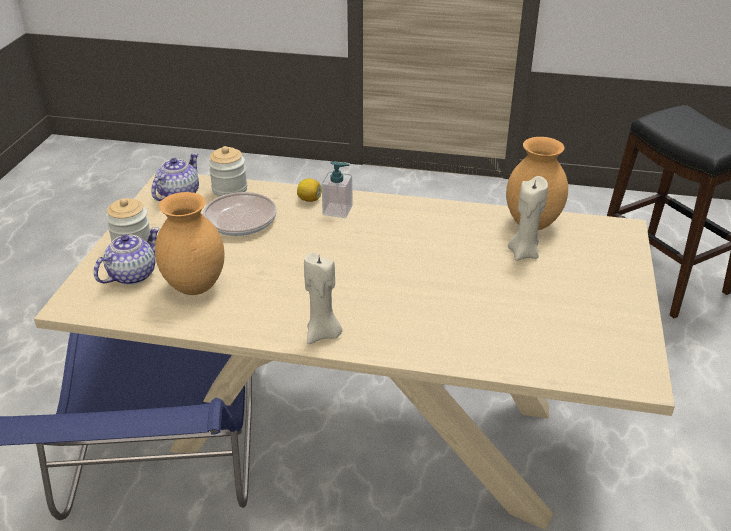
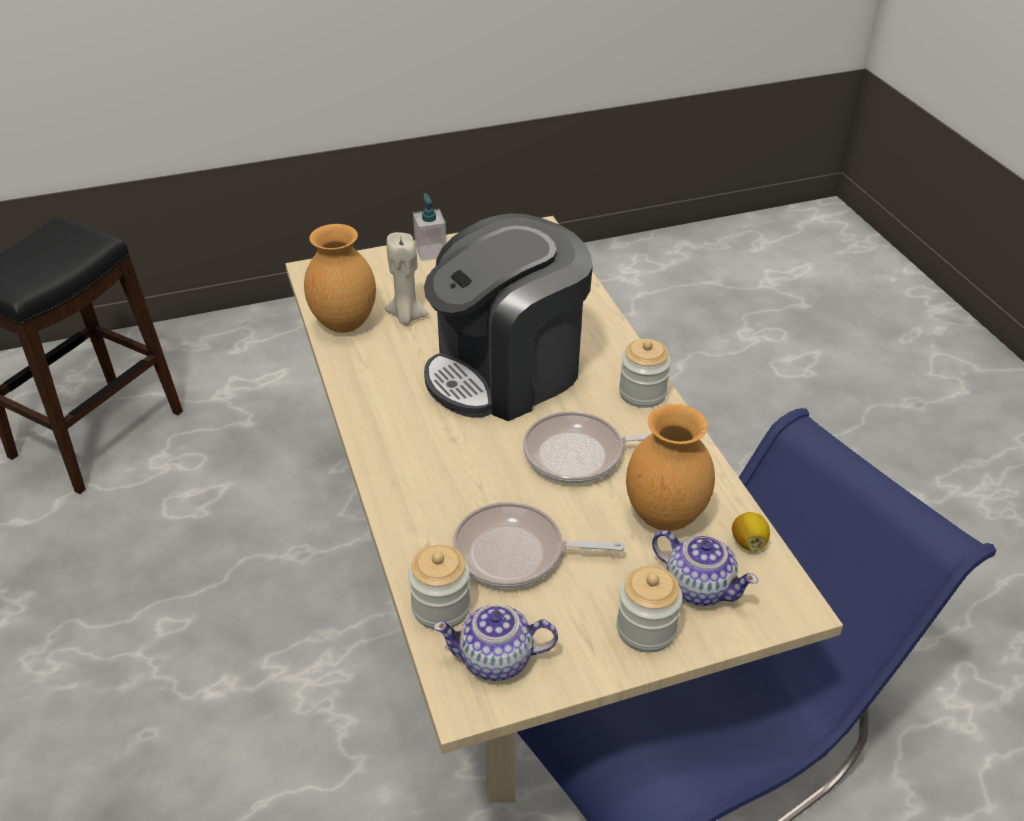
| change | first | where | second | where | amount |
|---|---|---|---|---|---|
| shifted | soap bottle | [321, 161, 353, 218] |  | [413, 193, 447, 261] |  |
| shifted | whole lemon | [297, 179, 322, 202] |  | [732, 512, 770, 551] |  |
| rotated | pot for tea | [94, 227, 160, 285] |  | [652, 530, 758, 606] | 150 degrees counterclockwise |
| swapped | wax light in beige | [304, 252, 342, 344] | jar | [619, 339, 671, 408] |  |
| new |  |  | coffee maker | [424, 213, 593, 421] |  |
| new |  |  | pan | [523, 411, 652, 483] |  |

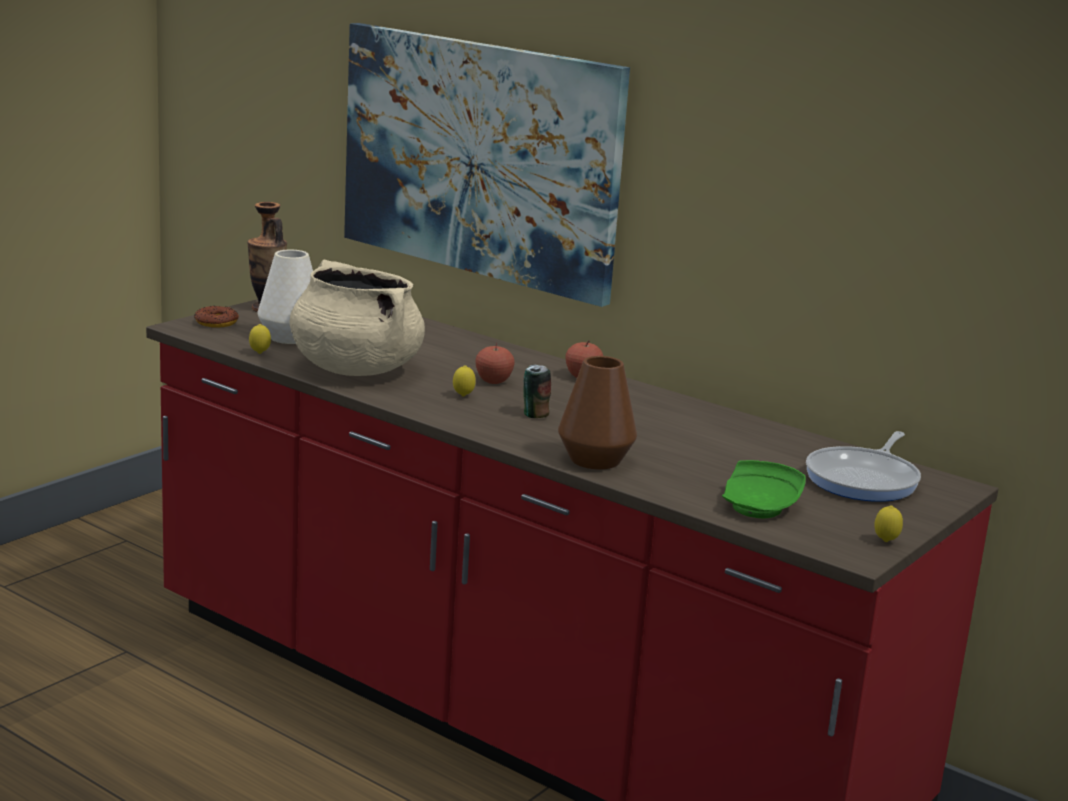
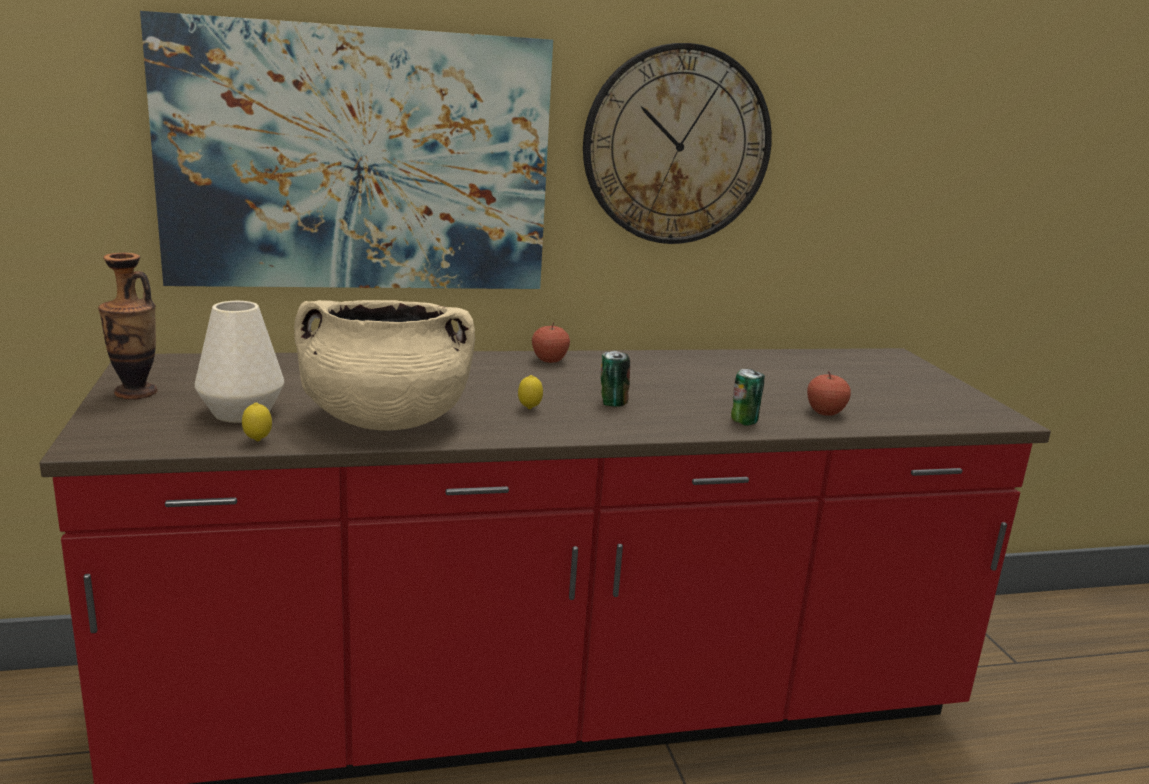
| change | first | where | second | where | amount |
|---|---|---|---|---|---|
| gone | donut | [194, 306, 239, 328] |  |  |  |
| shifted | apple | [475, 343, 514, 384] |  | [807, 371, 851, 416] |  |
| swapped | vase in brownish | [558, 356, 637, 470] | metal can | [731, 369, 765, 426] |  |
| gone | pan | [806, 431, 921, 502] |  |  |  |
| gone | flat dish in green-coloured | [722, 460, 806, 518] |  |  |  |
| gone | whole lemon | [874, 505, 903, 542] |  |  |  |
| new |  |  | wall clock | [583, 43, 772, 244] |  |

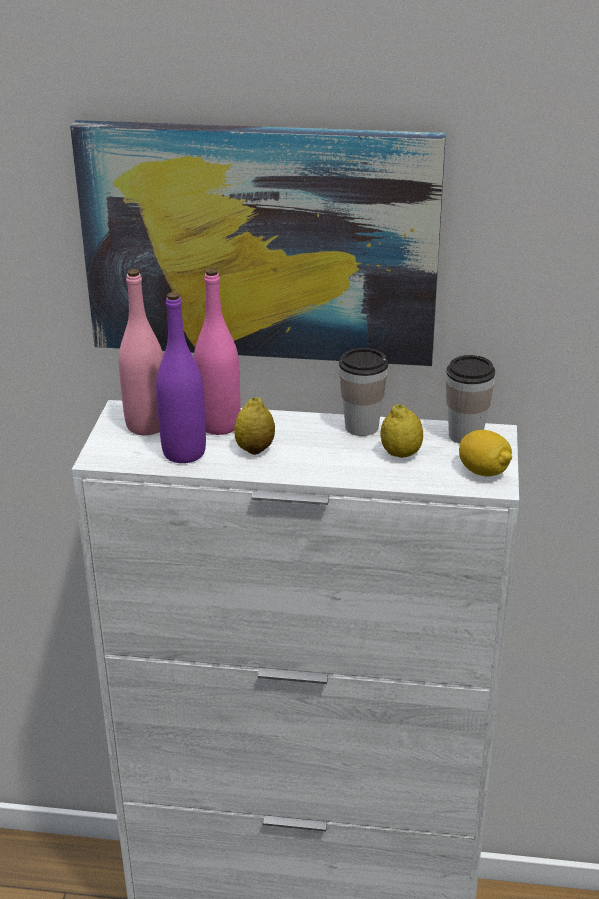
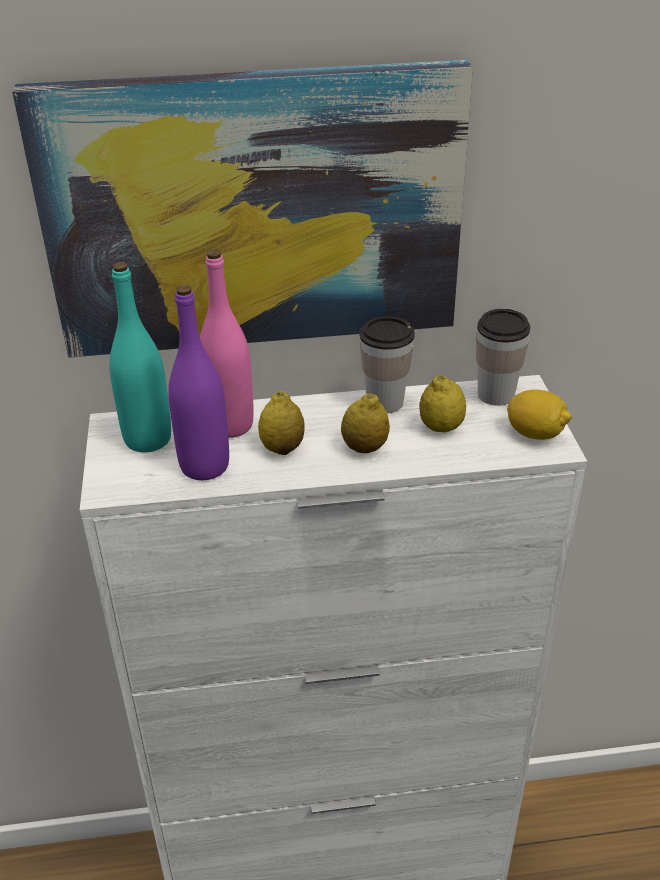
| change | first | where | second | where | amount |
|---|---|---|---|---|---|
| repainted | drink bottle in pink-coloured | [119, 269, 163, 435] | drink bottle in turquoise-coloured | [109, 262, 171, 452] |  |
| new |  |  | whole lemon | [341, 393, 390, 454] |  |

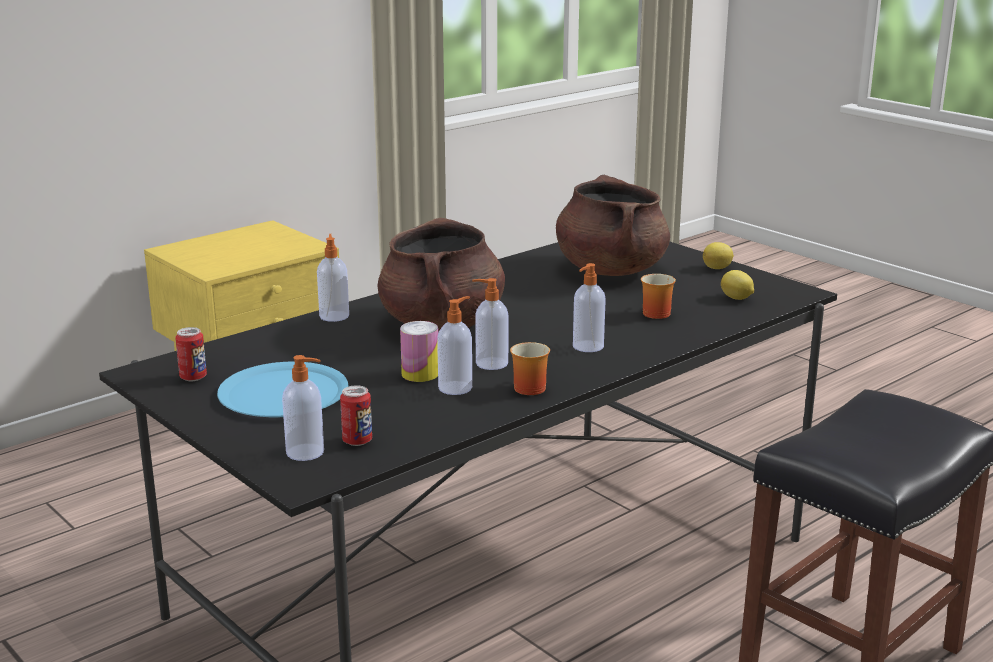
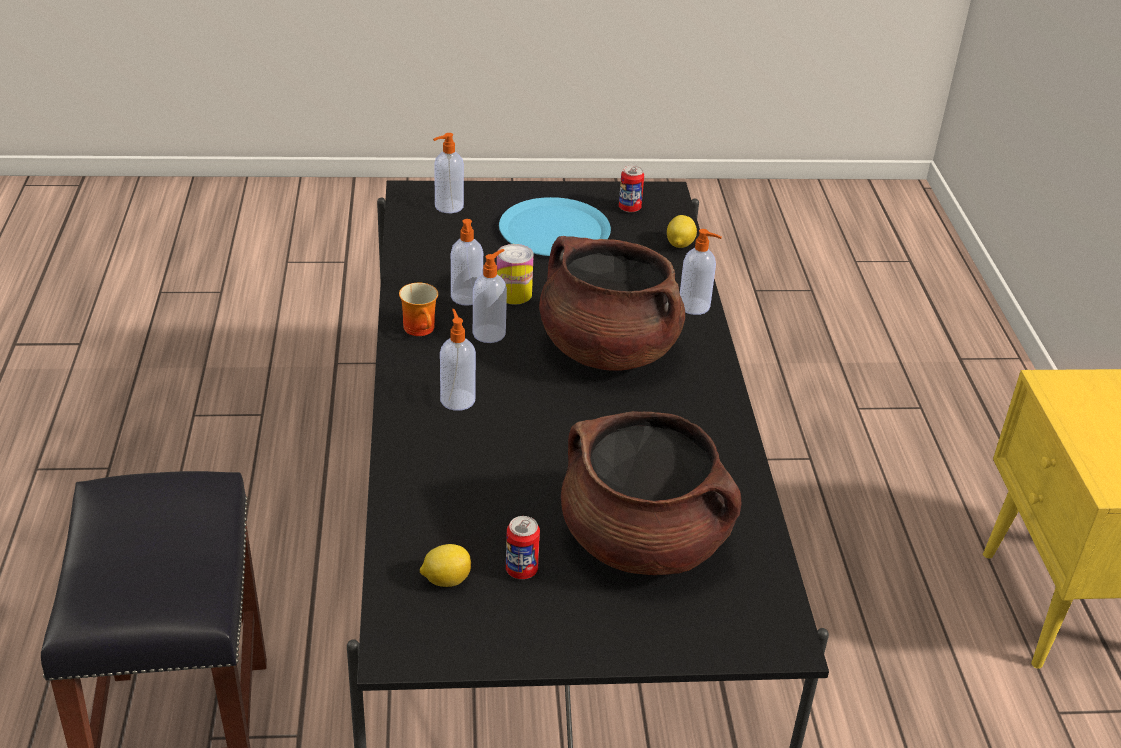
| change | first | where | second | where | amount |
|---|---|---|---|---|---|
| shifted | whole lemon | [703, 242, 734, 269] |  | [667, 215, 697, 248] |  |
| gone | mug | [641, 274, 676, 319] |  |  |  |
| shifted | metal can | [340, 385, 372, 446] |  | [506, 516, 540, 579] |  |

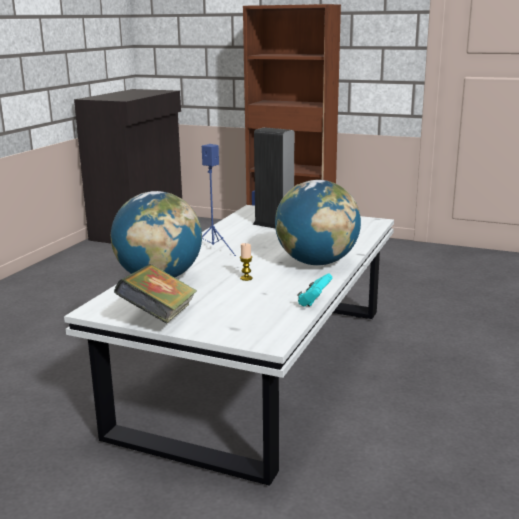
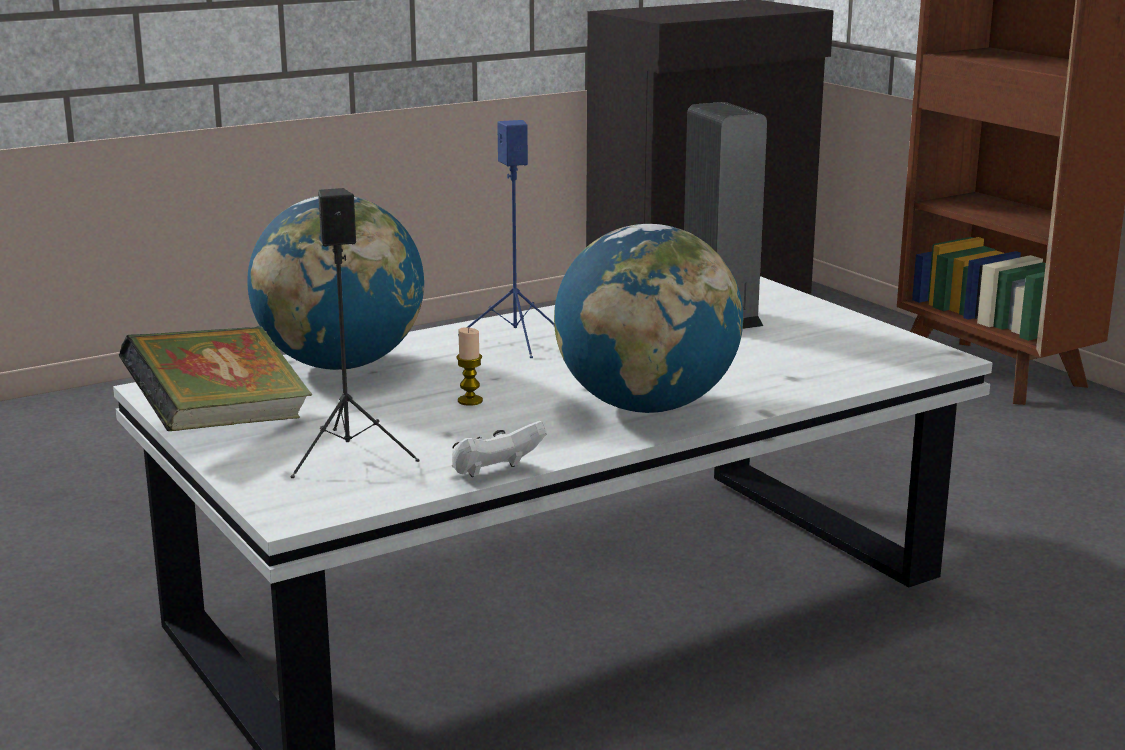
| change | first | where | second | where | amount |
|---|---|---|---|---|---|
| repainted | game controller in turquoise-coloured | [297, 274, 333, 306] | game controller in whitish | [452, 421, 547, 477] |  |
| new |  |  | audio speaker in blackish | [291, 188, 420, 478] |  |

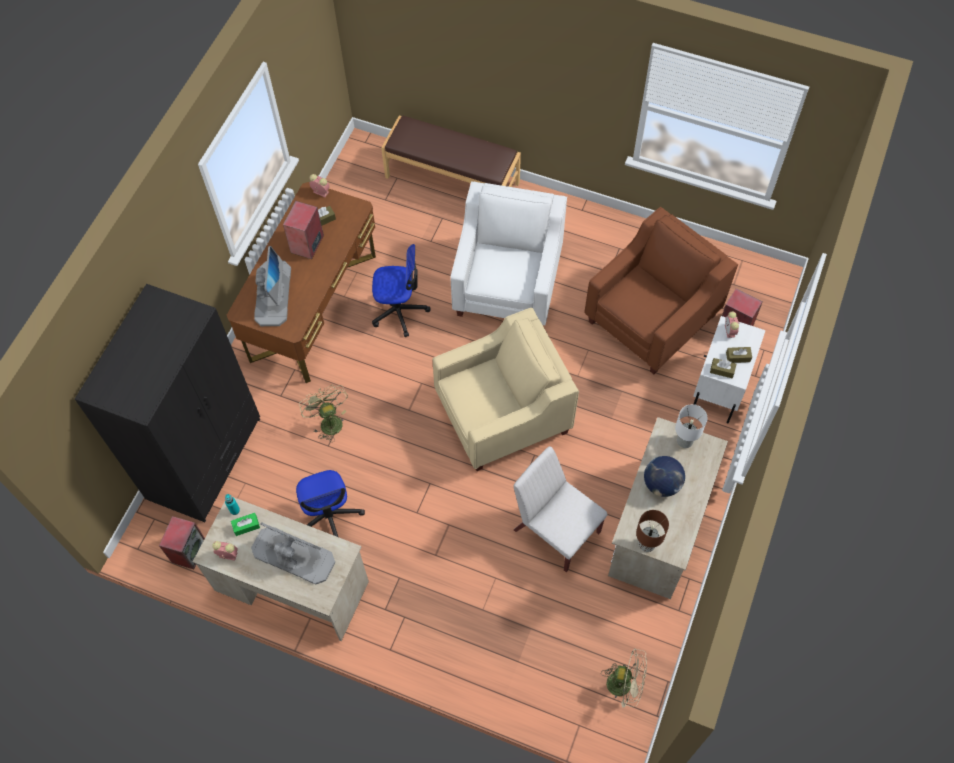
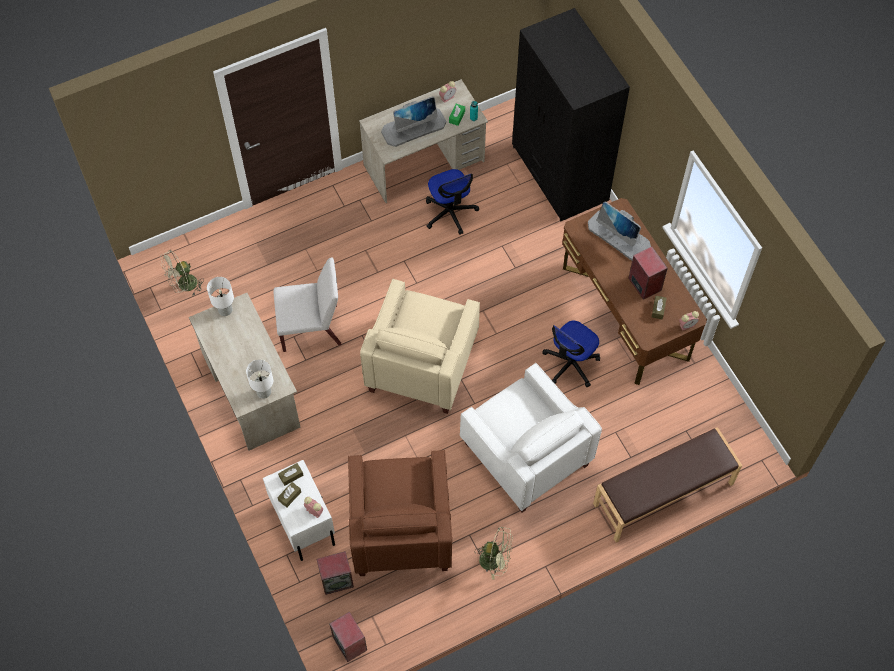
| change | first | where | second | where | amount |
|---|---|---|---|---|---|
| shifted | cooling fan in green-coloured | [299, 385, 348, 442] |  | [476, 527, 513, 580] |  |
| gone | globe | [644, 456, 685, 497] |  |  |  |
| rotated | computer chair | [296, 470, 365, 537] |  | [426, 169, 479, 235] | 135 degrees counterclockwise |
| repainted | tabletop lamp in brownish | [636, 510, 669, 552] | tabletop lamp in whitish | [207, 277, 234, 316] |  |
| shifted | audio speaker | [159, 516, 205, 569] |  | [329, 612, 367, 662] |  |

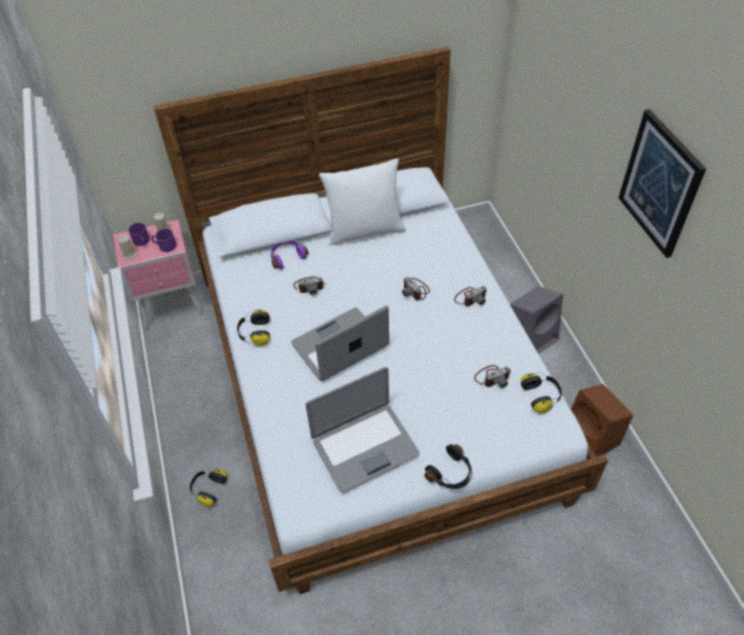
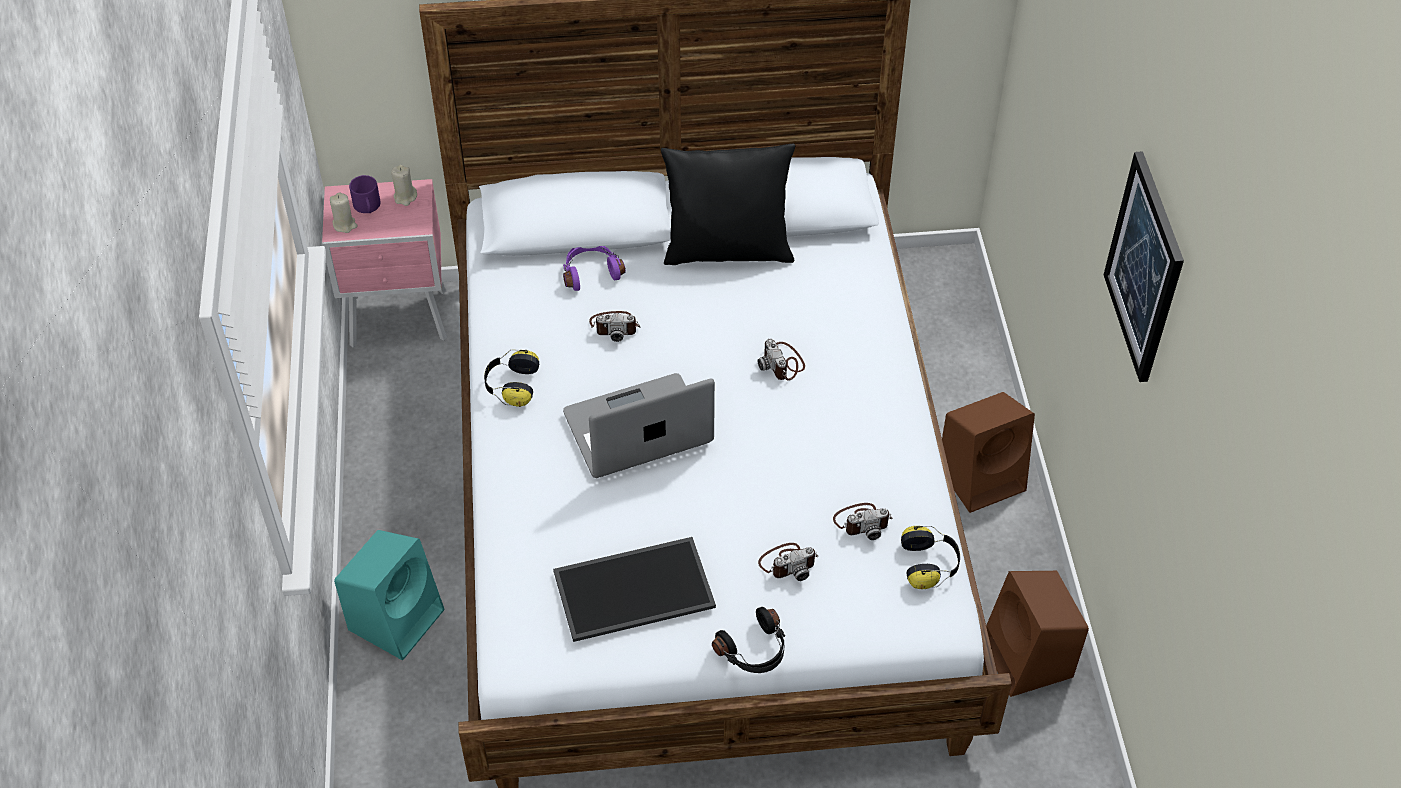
| change | first | where | second | where | amount |
|---|---|---|---|---|---|
| repainted | cushion in whitish | [319, 158, 406, 245] | cushion in blackish | [661, 144, 795, 265] |  |
| gone | mug in purple | [151, 229, 176, 252] |  |  |  |
| shifted | still camera | [454, 286, 487, 306] |  | [758, 543, 818, 581] |  |
| repainted | audio speaker in grey | [510, 286, 563, 354] | audio speaker in brownish | [942, 392, 1035, 513] |  |
| swapped | laptop | [305, 367, 420, 493] | serving tray | [553, 537, 716, 642] |  |
| swapped | headphones | [190, 468, 227, 507] | audio speaker in turquoise-coloured | [334, 530, 444, 661] |  |

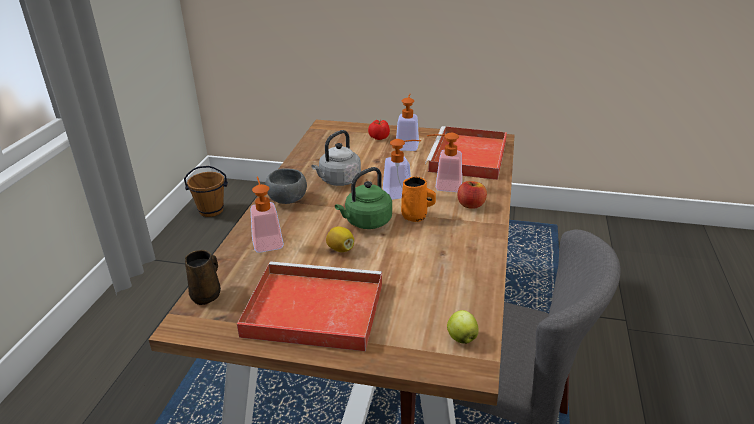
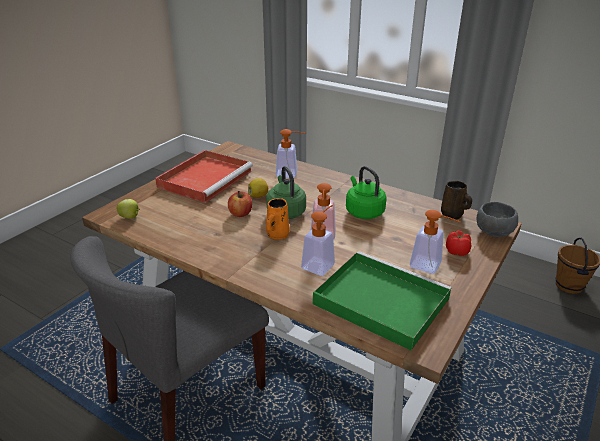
| change | first | where | second | where | amount |
|---|---|---|---|---|---|
| repainted | serving tray in red | [425, 126, 507, 180] | serving tray in green-coloured | [313, 251, 452, 351] |  |
| repainted | tea kettle in grey | [311, 130, 361, 186] | tea kettle in green-coloured | [346, 166, 387, 219] |  |
| shifted | deep dish in grey | [265, 168, 307, 204] |  | [477, 202, 518, 237] |  |
| shifted | apple | [457, 181, 487, 209] |  | [228, 191, 252, 217] |  |
| shifted | mug in brownish | [185, 250, 221, 305] |  | [441, 181, 472, 219] |  |

